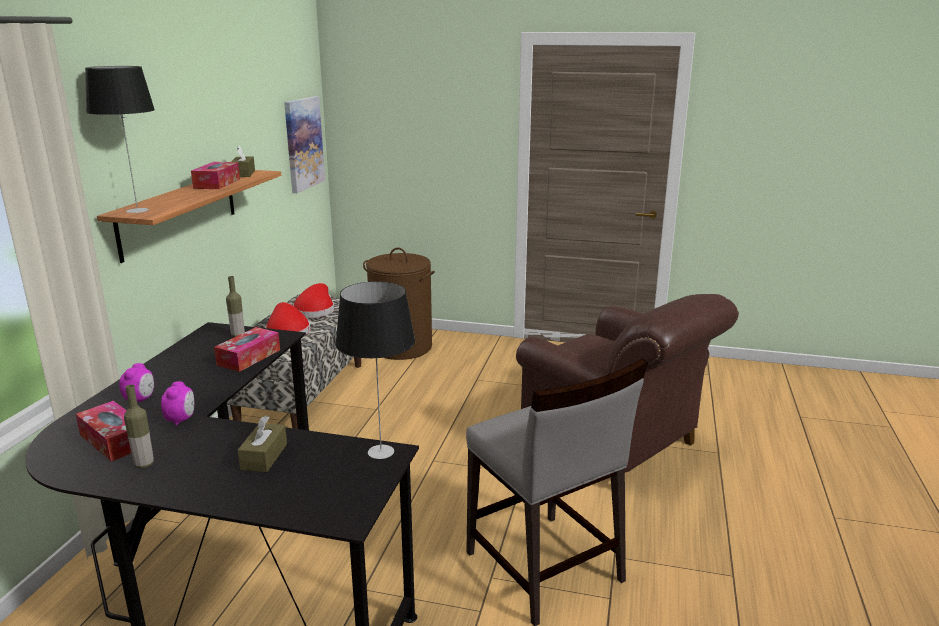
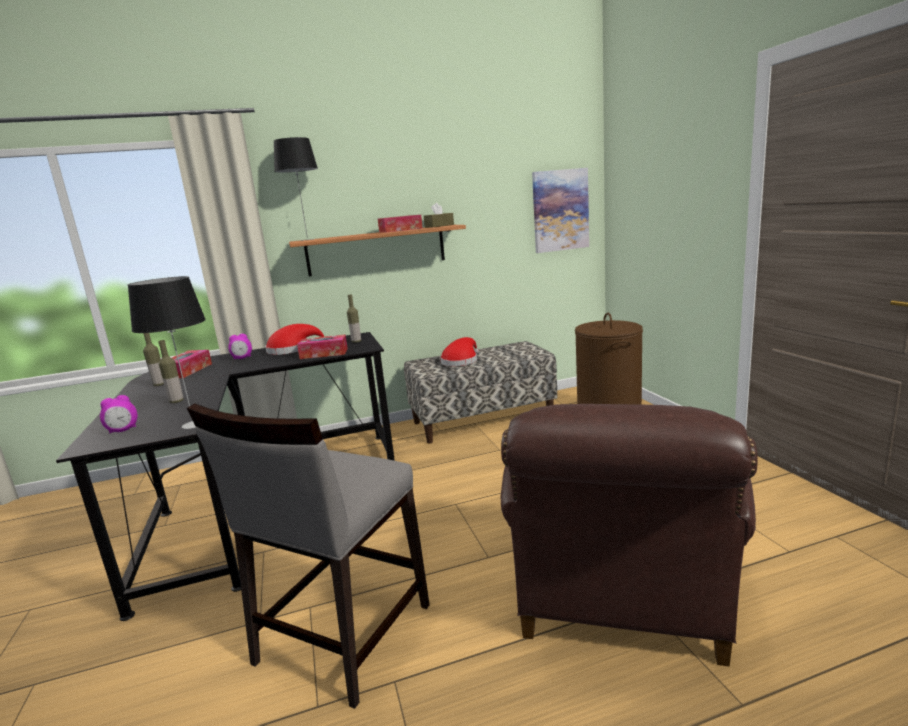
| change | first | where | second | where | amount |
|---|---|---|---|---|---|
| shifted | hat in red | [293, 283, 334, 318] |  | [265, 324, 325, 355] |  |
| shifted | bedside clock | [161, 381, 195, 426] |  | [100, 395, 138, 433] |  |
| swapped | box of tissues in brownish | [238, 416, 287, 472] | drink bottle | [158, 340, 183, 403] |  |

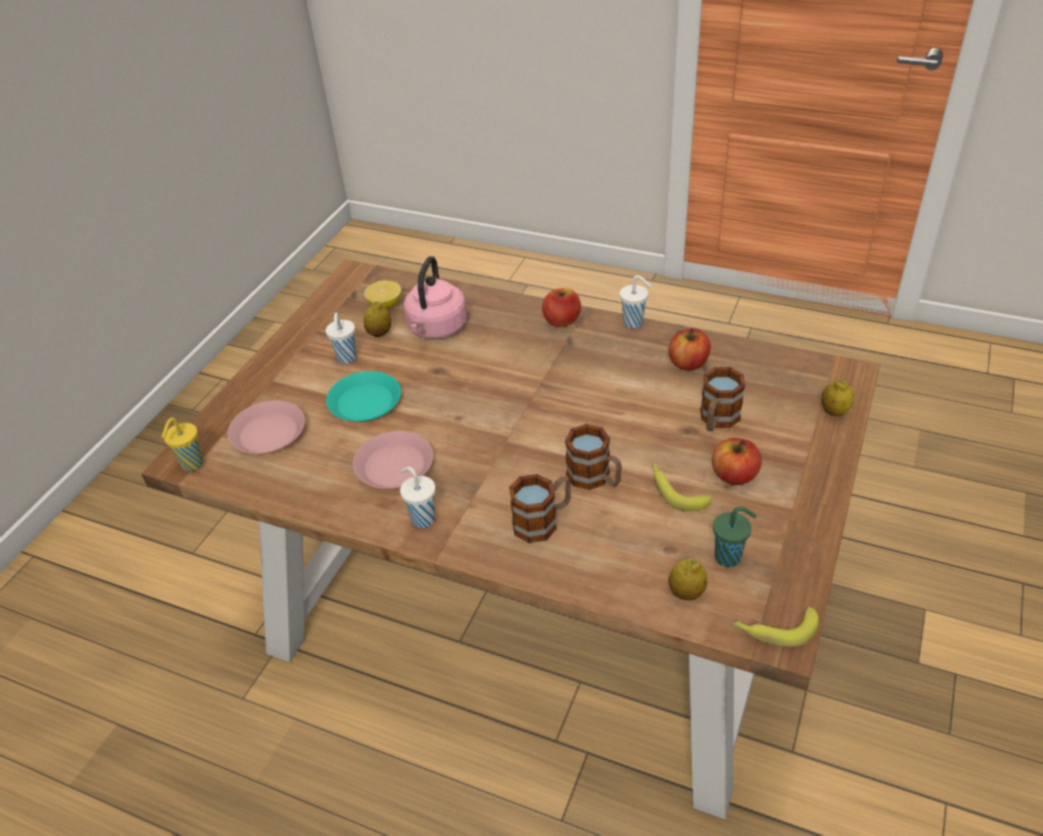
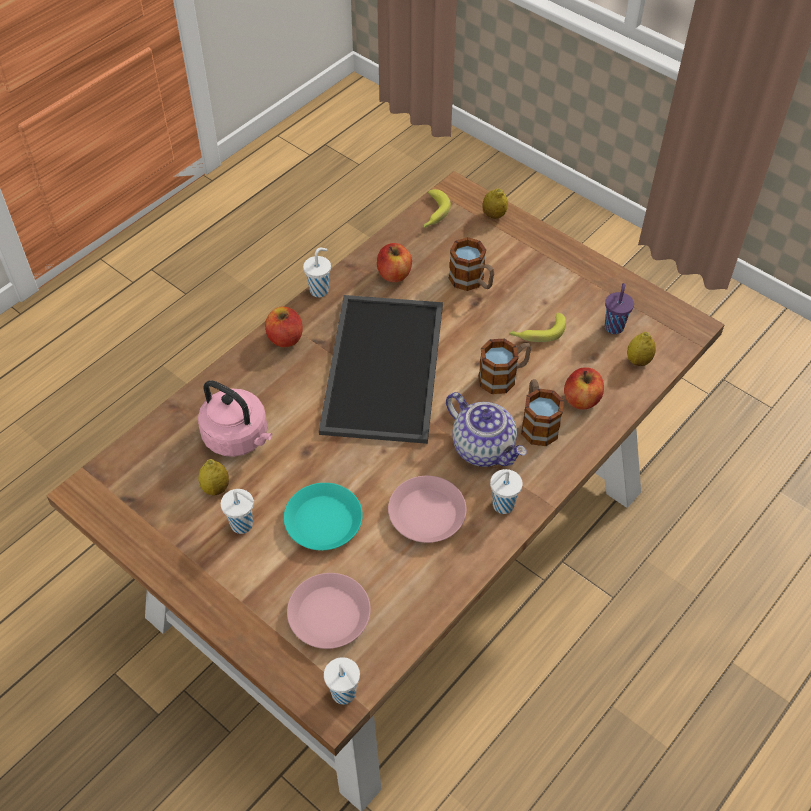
| change | first | where | second | where | amount |
|---|---|---|---|---|---|
| gone | whole lemon | [364, 280, 401, 309] |  |  |  |
| repainted | cup in yellow-coloured | [162, 418, 204, 471] | cup in whitish | [324, 657, 360, 705] |  |
| shifted | apple | [712, 438, 762, 485] |  | [564, 367, 604, 410] |  |
| repainted | cup in green-coloured | [713, 507, 757, 567] | cup in purple | [605, 283, 634, 334] |  |
| shifted | whole banana | [733, 607, 819, 647] |  | [424, 189, 451, 228] |  |
| new |  |  | serving tray | [319, 295, 443, 444] |  |
| new |  |  | pot for tea | [446, 392, 527, 467] |  |

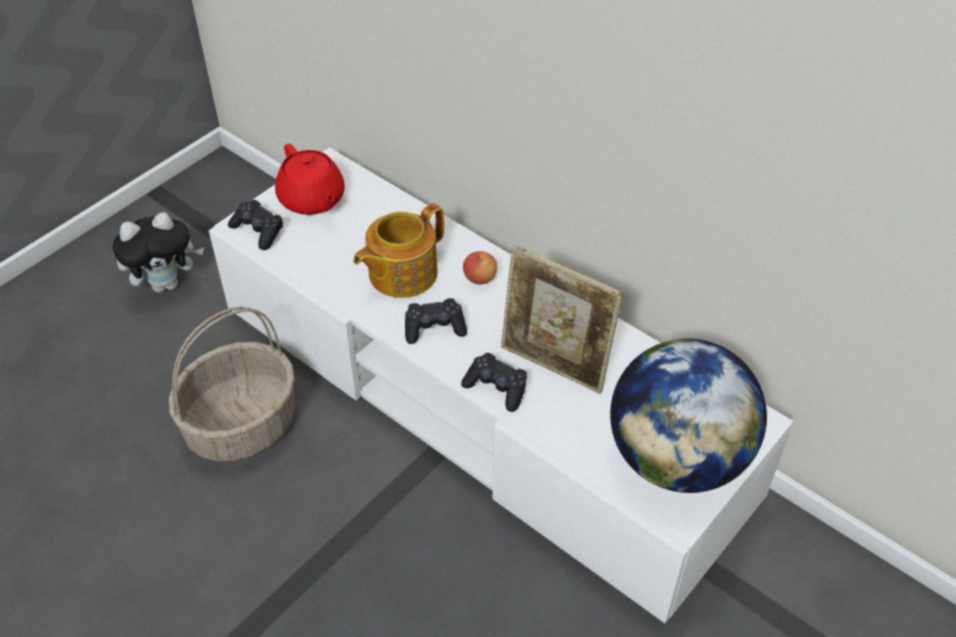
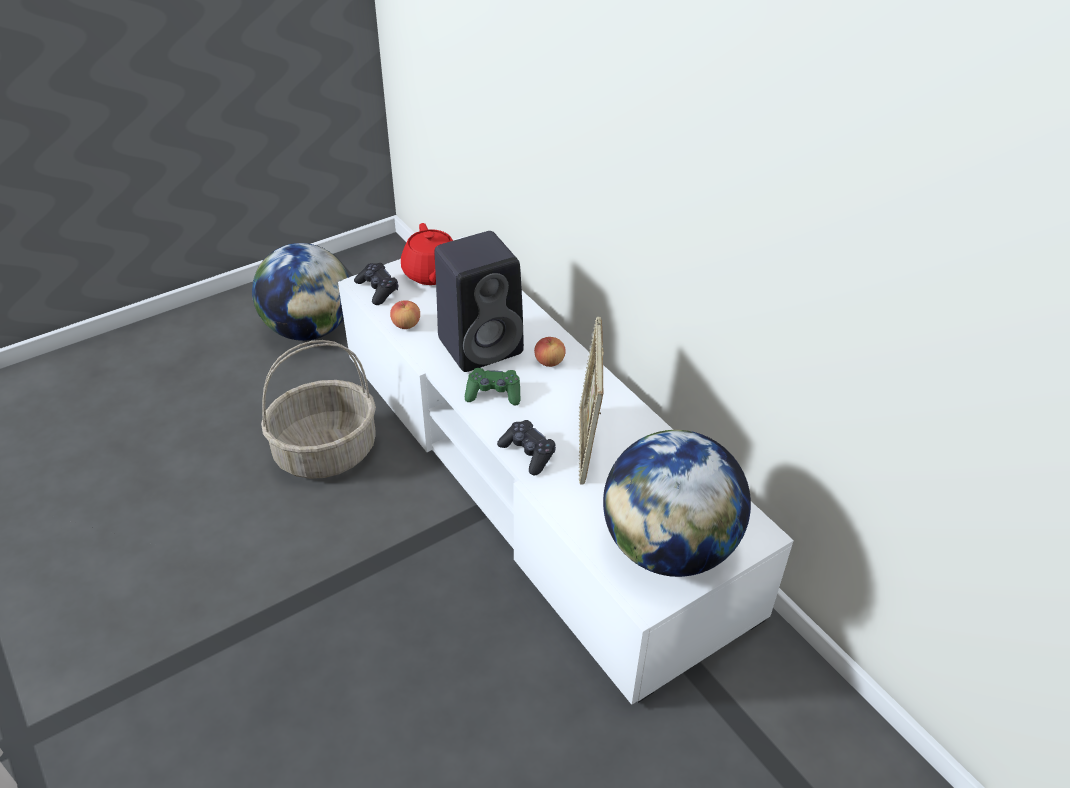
| change | first | where | second | where | amount |
|---|---|---|---|---|---|
| swapped | pot for tea | [353, 203, 444, 298] | audio speaker in blackish | [435, 231, 524, 372] |  |
| swapped | plush toy | [113, 212, 204, 293] | globe | [252, 243, 349, 341] |  |
| rotated | photo frame | [501, 245, 623, 394] |  | [578, 316, 604, 484] | 45 degrees clockwise |
| repainted | game controller in blackish | [405, 298, 467, 344] | game controller in green-coloured | [465, 368, 521, 406] |  |
| new |  |  | apple | [390, 300, 420, 329] |  |

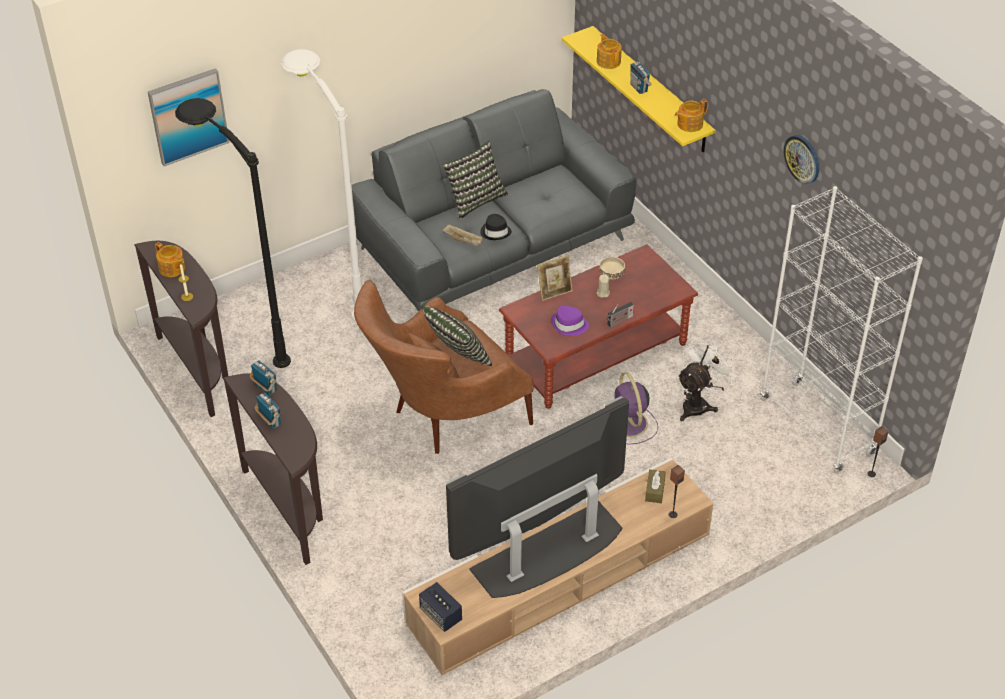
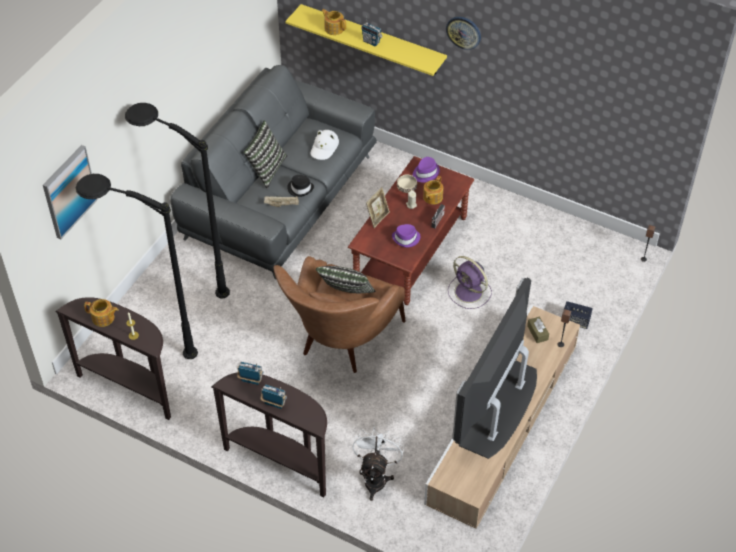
| change | first | where | second | where | amount |
|---|---|---|---|---|---|
| repainted | floor lamp in whitish | [281, 49, 362, 321] | floor lamp in blackish | [125, 103, 230, 299] |  |
| shifted | pot for tea | [675, 99, 708, 132] |  | [423, 176, 443, 205] |  |
| shifted | wall clock | [783, 135, 819, 184] |  | [446, 17, 481, 50] |  |
| gone | bookcase in whitish | [760, 186, 923, 474] |  |  |  |
| shifted | cooling fan in whitish | [677, 337, 737, 421] |  | [352, 427, 404, 501] |  |
| shifted | audio speaker | [419, 582, 462, 632] |  | [564, 301, 593, 329] |  |
| new |  |  | hat in whitish | [311, 130, 339, 160] |  |
| new |  |  | hat in purple | [413, 157, 440, 182] |  |

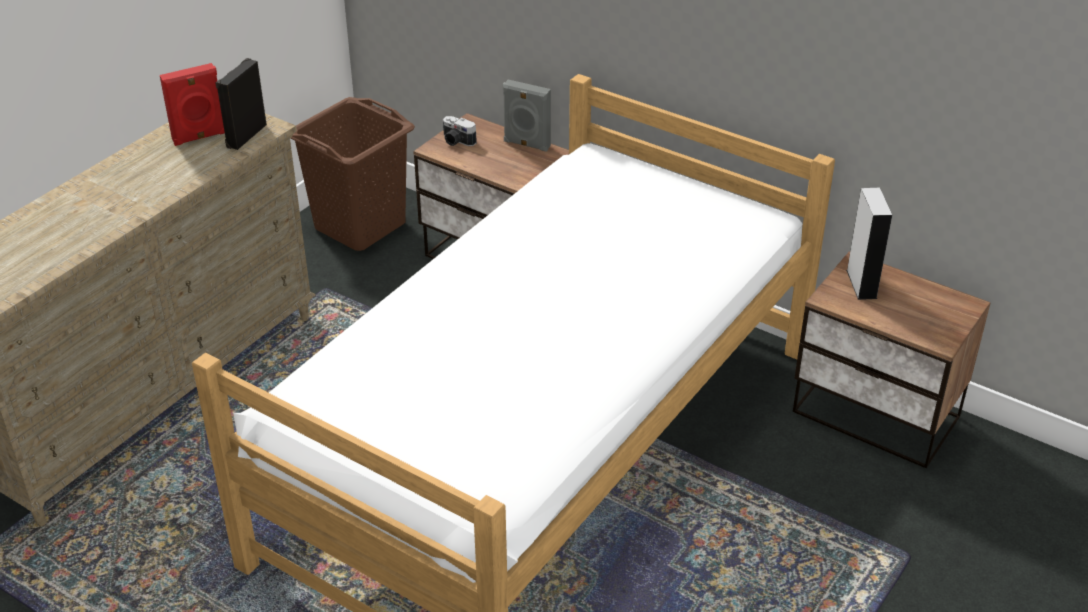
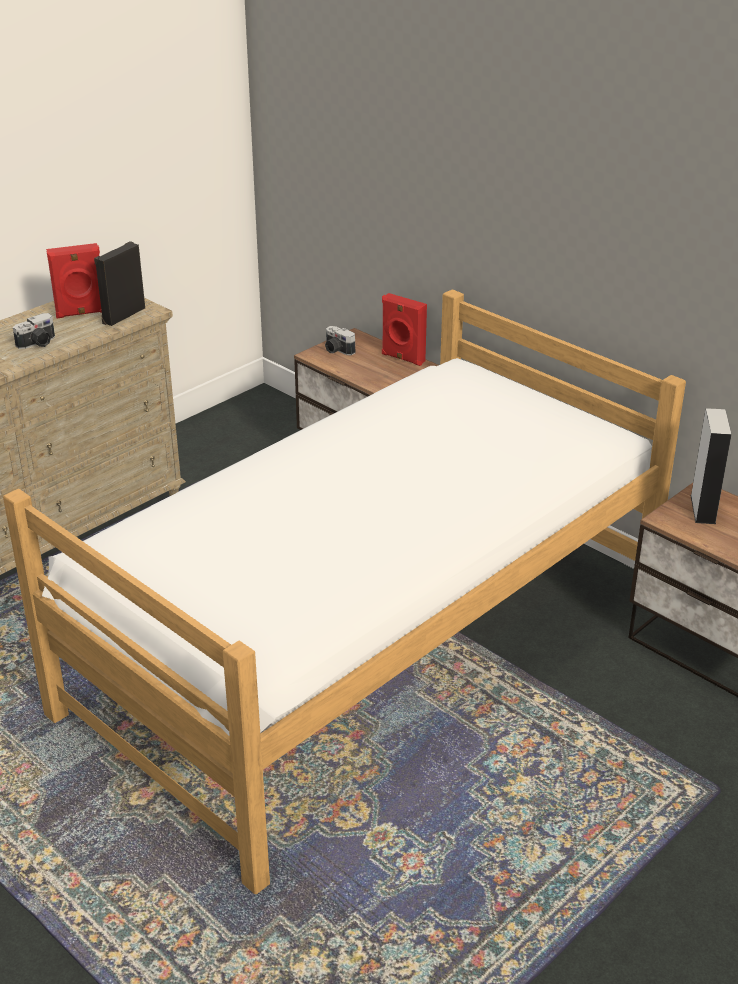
| change | first | where | second | where | amount |
|---|---|---|---|---|---|
| repainted | audio speaker in grey | [503, 80, 551, 152] | audio speaker in red | [382, 293, 427, 366] |  |
| gone | washing basket in brownish | [291, 97, 415, 251] |  |  |  |
| new |  |  | still camera | [13, 313, 55, 349] |  |

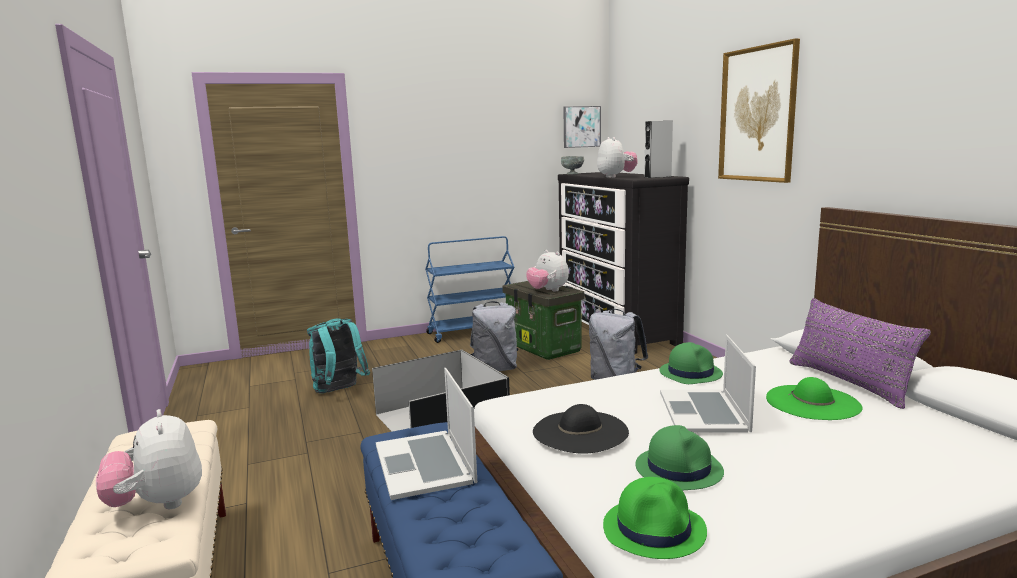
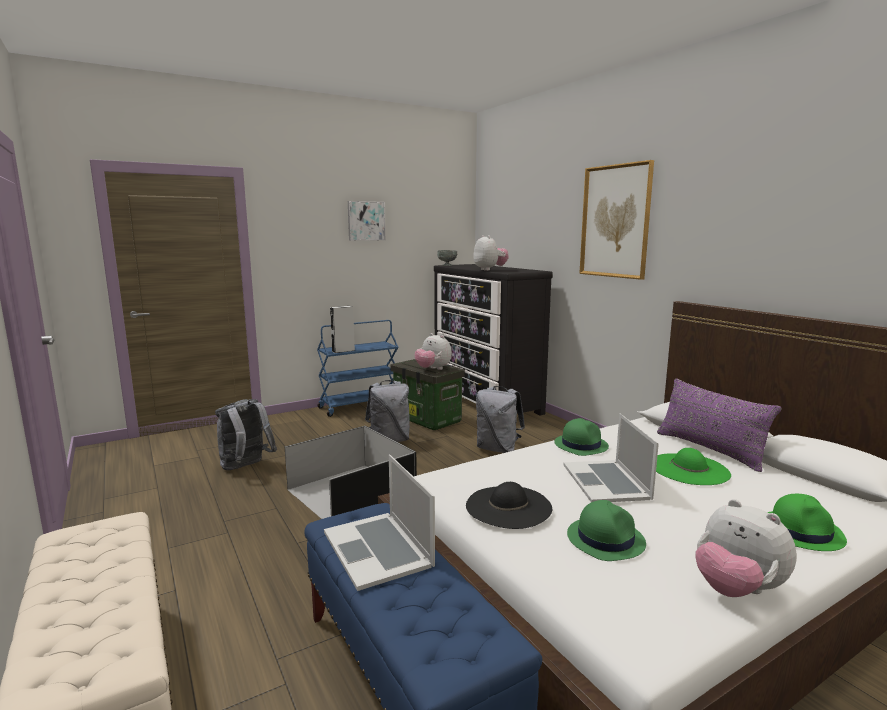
| change | first | where | second | where | amount |
|---|---|---|---|---|---|
| shifted | picture | [563, 106, 601, 148] |  | [348, 201, 385, 241] |  |
| shifted | audio speaker in grey | [644, 121, 673, 178] |  | [330, 306, 355, 353] |  |
| repainted | rucksack in turquoise-coloured | [307, 319, 370, 393] | rucksack in grey | [215, 399, 277, 470] |  |
| shifted | plush toy | [96, 409, 202, 509] |  | [695, 499, 797, 597] |  |
| shifted | hat in green-coloured | [603, 477, 707, 559] |  | [767, 494, 847, 551] |  |

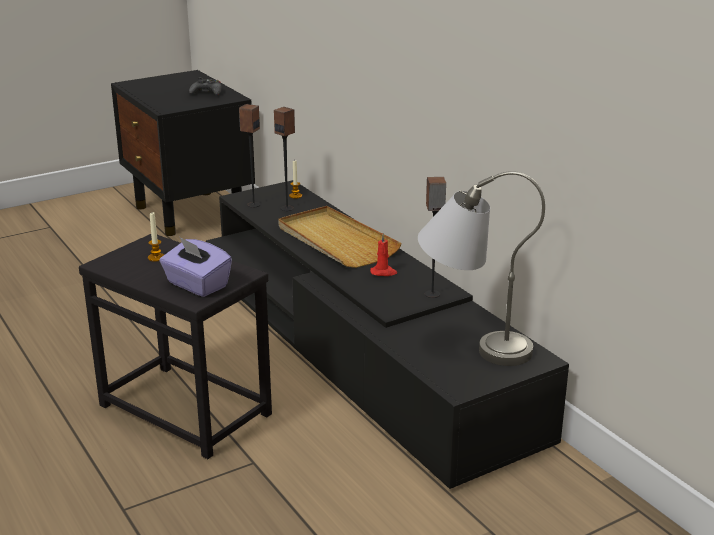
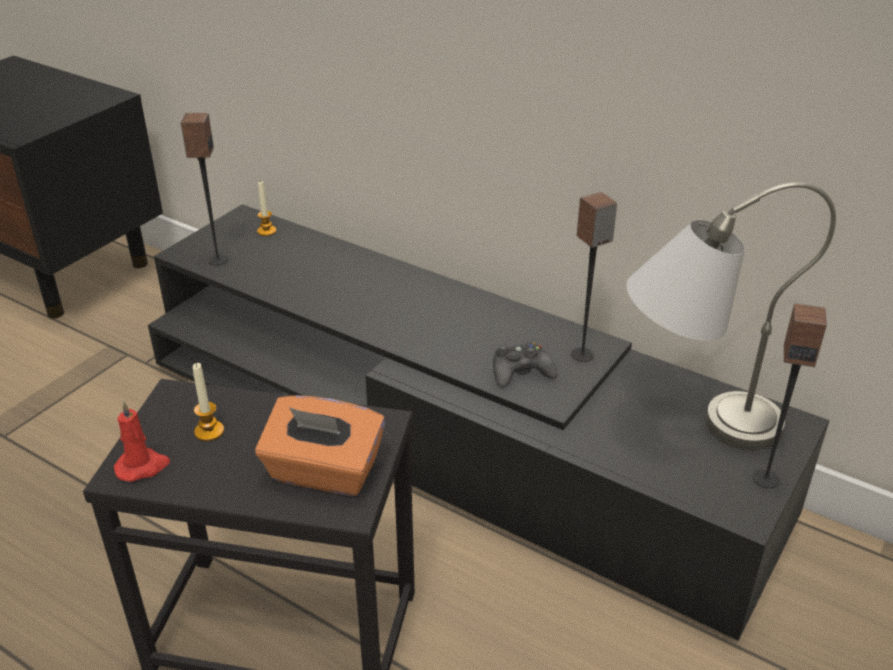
| change | first | where | second | where | amount |
|---|---|---|---|---|---|
| shifted | game controller in blackish | [189, 77, 222, 95] |  | [493, 342, 557, 388] |  |
| shifted | audio speaker | [274, 107, 295, 211] |  | [753, 303, 827, 488] |  |
| gone | serving tray in beige | [278, 206, 402, 268] |  |  |  |
| shifted | wax light in red | [370, 233, 397, 276] |  | [114, 401, 170, 482] |  |
| repainted | box of tissues in purple | [159, 237, 232, 297] | box of tissues in orange-coloured | [255, 395, 385, 496] |  |

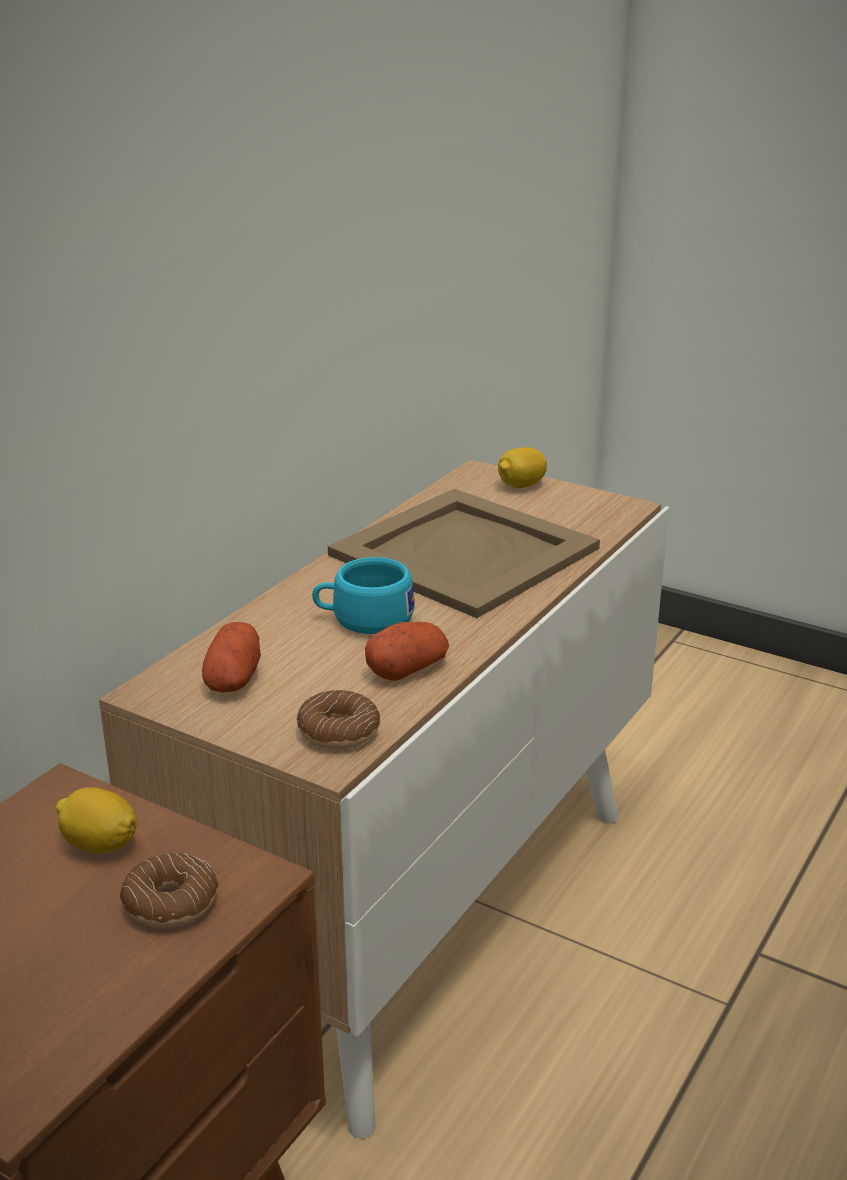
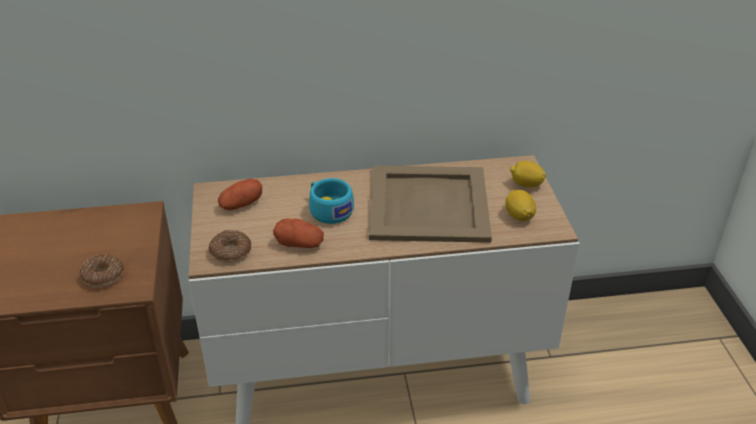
| change | first | where | second | where | amount |
|---|---|---|---|---|---|
| shifted | whole lemon | [55, 787, 137, 854] |  | [505, 190, 536, 221] |  |

